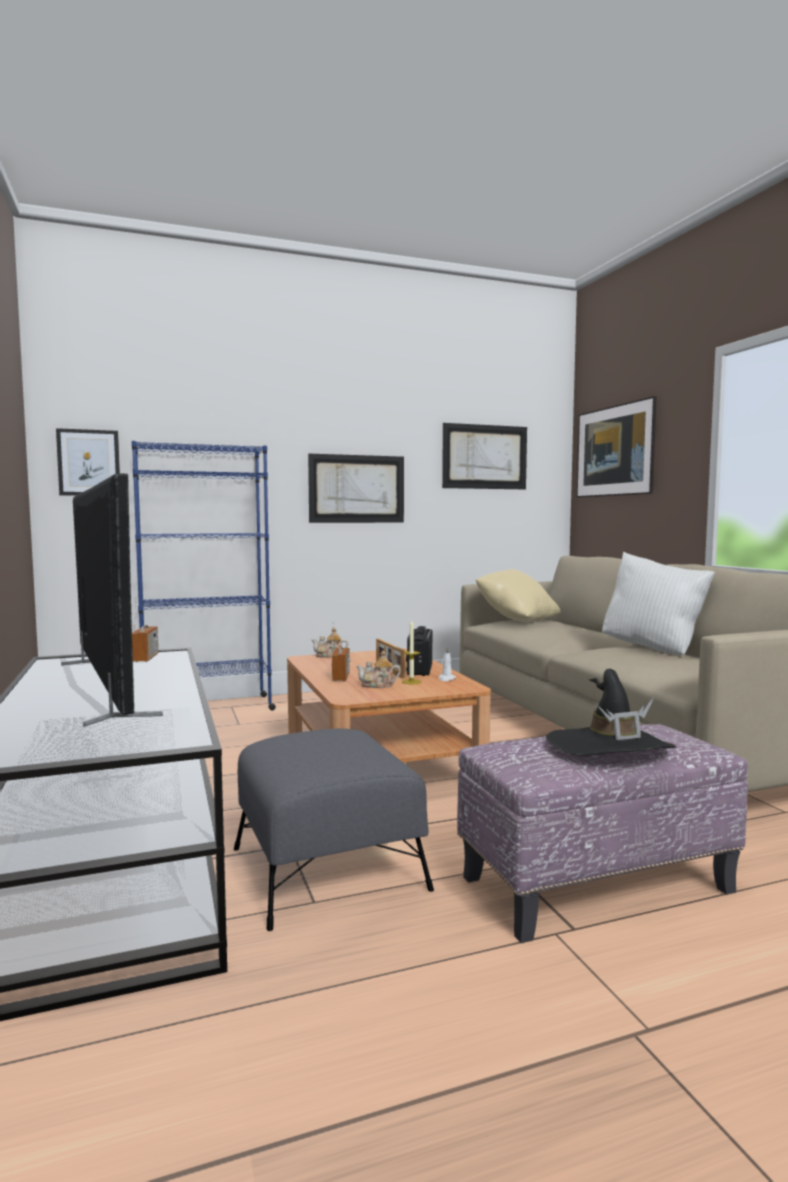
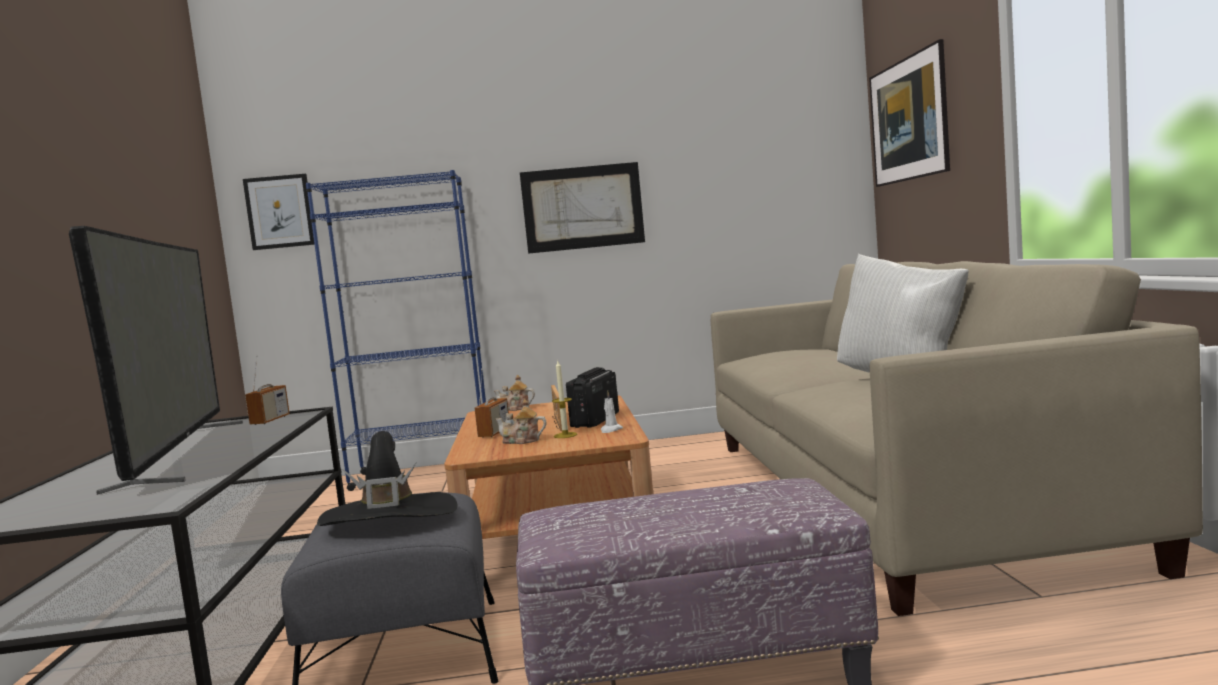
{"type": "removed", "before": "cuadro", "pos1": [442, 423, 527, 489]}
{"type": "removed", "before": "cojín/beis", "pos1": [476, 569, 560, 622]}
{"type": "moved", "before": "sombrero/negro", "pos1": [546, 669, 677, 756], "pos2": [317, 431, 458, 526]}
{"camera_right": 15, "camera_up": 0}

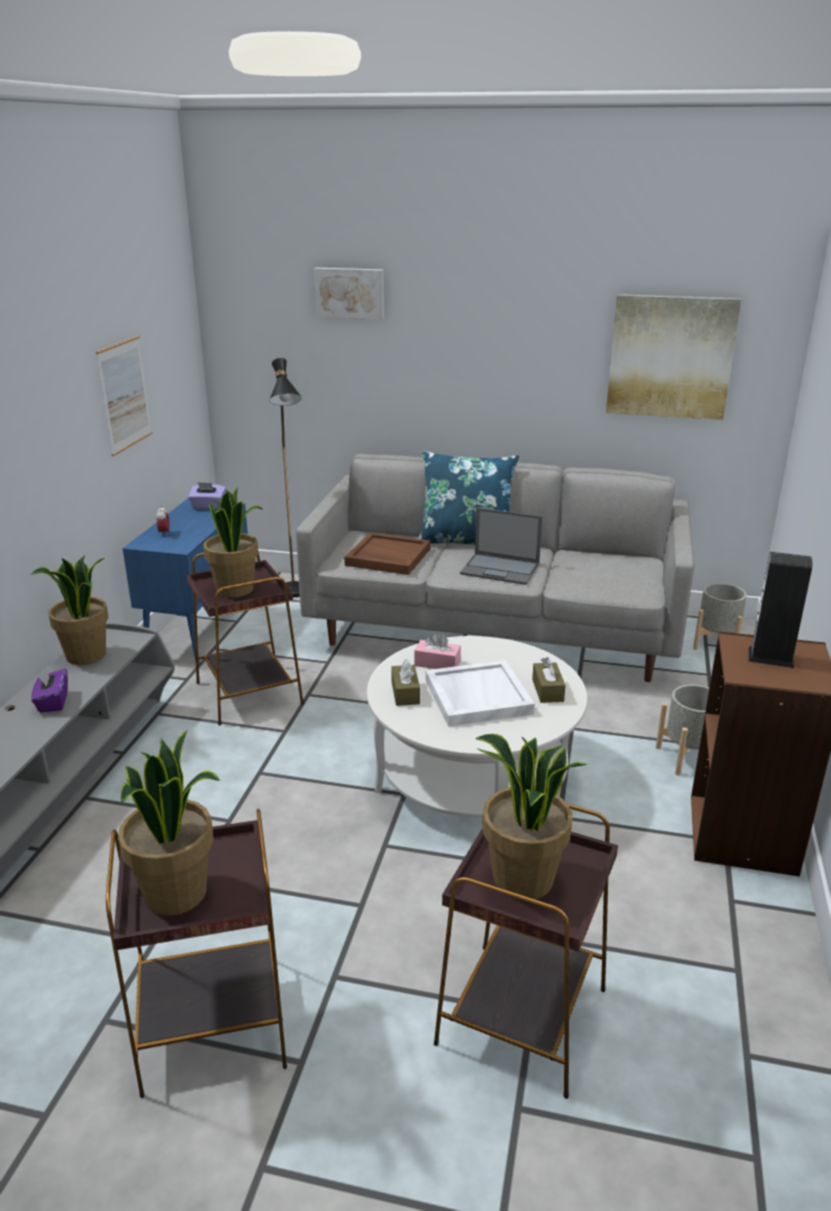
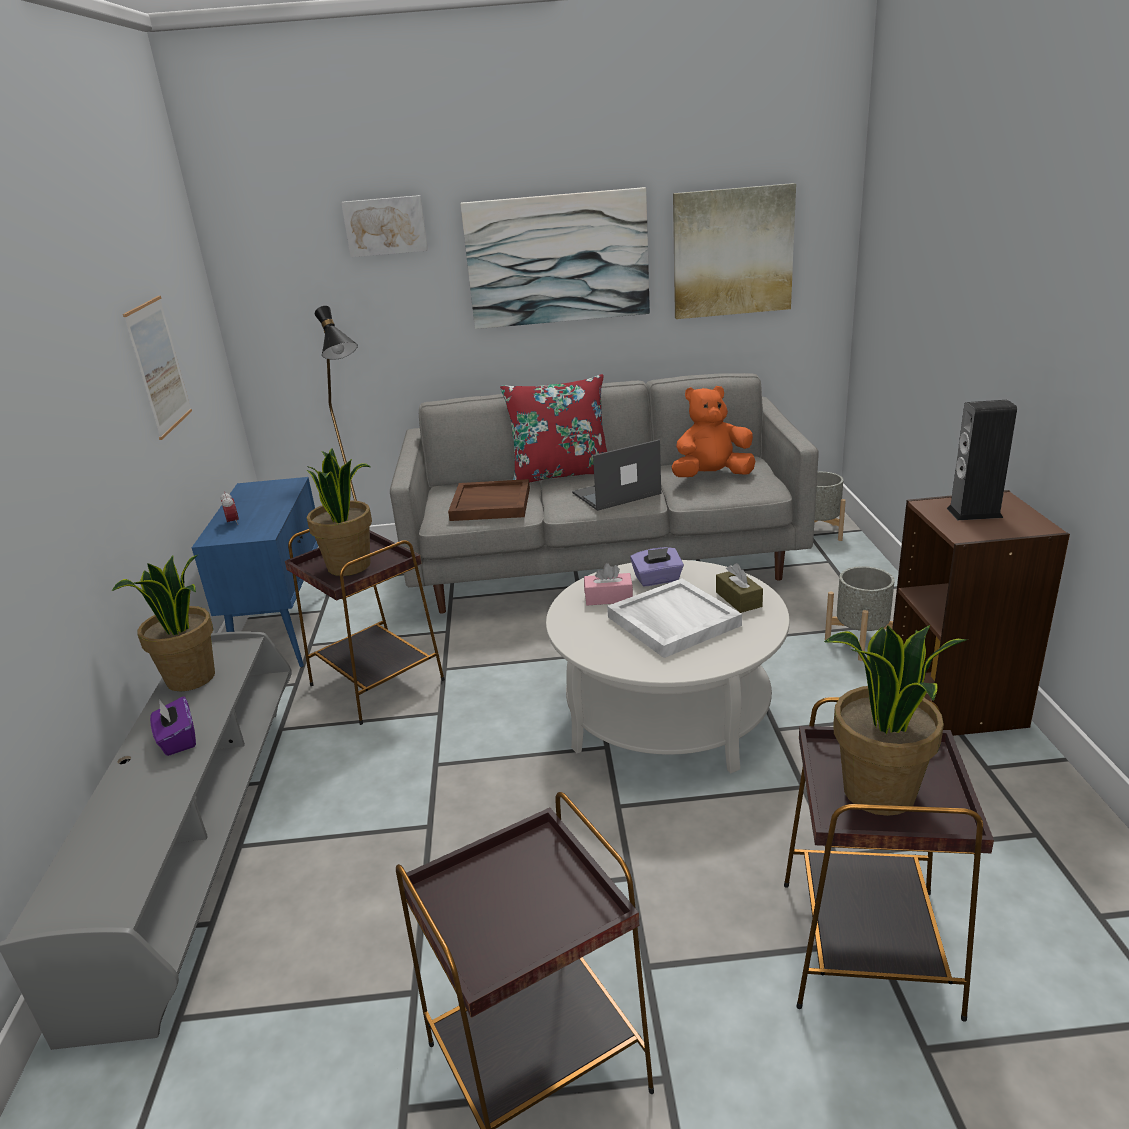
{"type": "recoloured", "before": "cojín/azul", "after": "cojín/rojo", "pos1": [418, 451, 519, 545], "pos2": [500, 374, 607, 483]}
{"type": "moved", "before": "caja de pañuelos/morado", "pos1": [188, 482, 226, 509], "pos2": [630, 547, 684, 587]}
{"type": "turned", "before": "portátil", "pos1": [460, 508, 542, 585], "pos2": [572, 440, 661, 511], "turn": 150}
{"type": "removed", "before": "caja de pañuelos/marrón", "pos1": [391, 659, 420, 706]}
{"type": "removed", "before": "planta en maceta", "pos1": [118, 731, 220, 916]}
{"type": "added", "after": "cuadro", "pos2": [460, 187, 650, 329]}
{"type": "added", "after": "peluche/naranja", "pos2": [671, 386, 755, 477]}
{"camera_right": -15, "camera_up": 0}

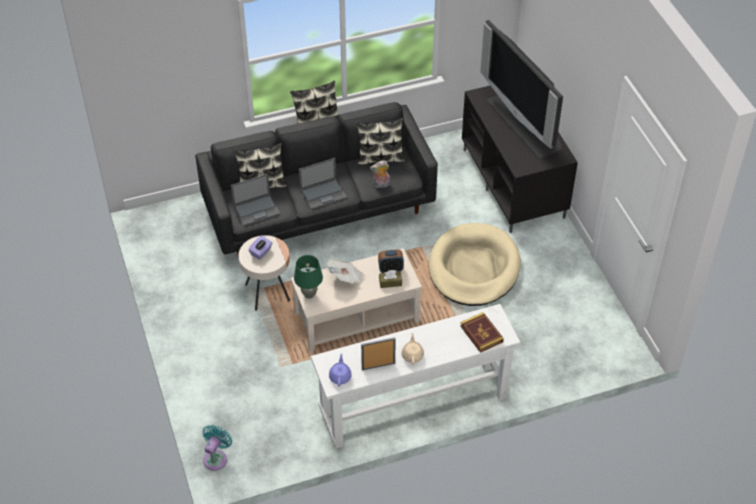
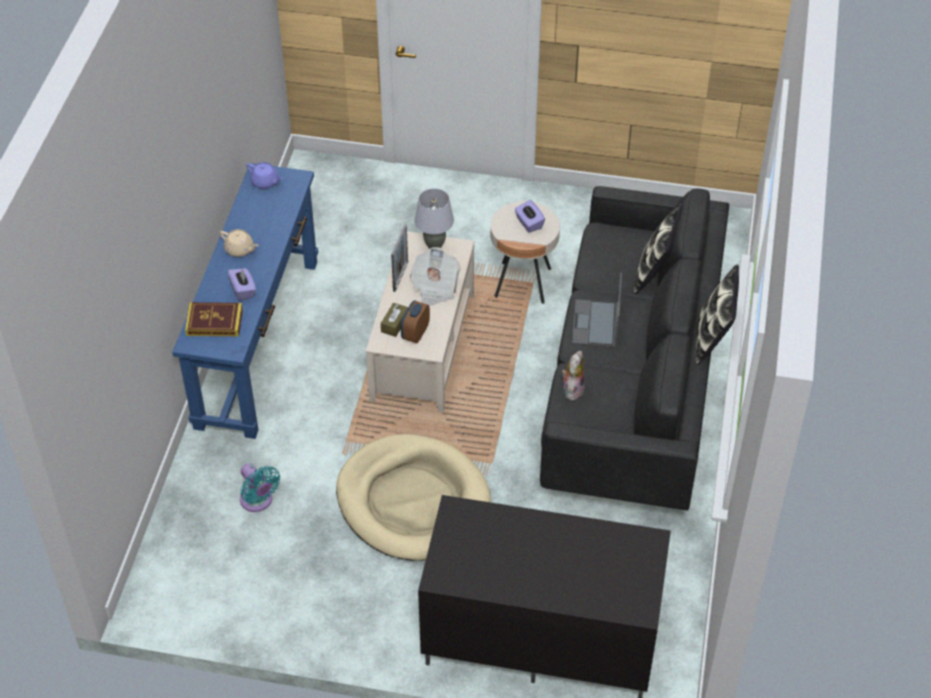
{"type": "removed", "before": "televisor", "pos1": [480, 20, 563, 159]}
{"type": "removed", "before": "cojín", "pos1": [356, 118, 405, 165]}
{"type": "removed", "before": "portátil", "pos1": [231, 174, 280, 226]}
{"type": "recoloured", "before": "lámpara de mesa/verde", "after": "lámpara de mesa/gris", "pos1": [294, 255, 323, 299], "pos2": [415, 188, 454, 249]}
{"type": "recoloured", "before": "mesa consola/blanco", "after": "mesa consola/azul", "pos1": [311, 304, 521, 449], "pos2": [172, 163, 318, 439]}
{"type": "moved", "before": "portarretratos", "pos1": [361, 337, 396, 370], "pos2": [391, 224, 408, 292]}
{"type": "moved", "before": "ventilador/turquesa", "pos1": [202, 425, 232, 471], "pos2": [240, 463, 280, 512]}
{"type": "added", "after": "caja de pañuelos/morado", "pos2": [227, 267, 256, 301]}
{"camera_right": 120, "camera_up": 0}

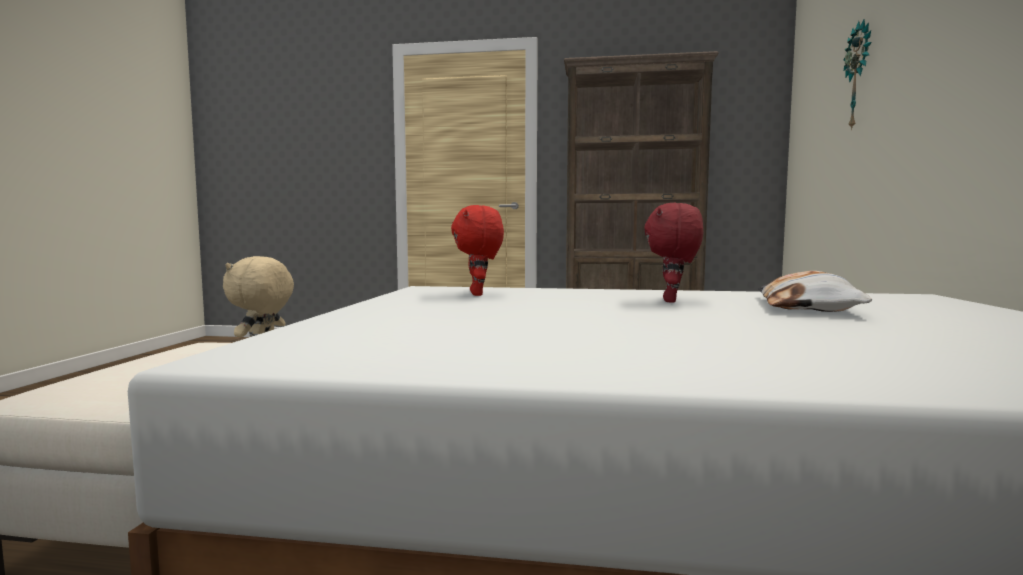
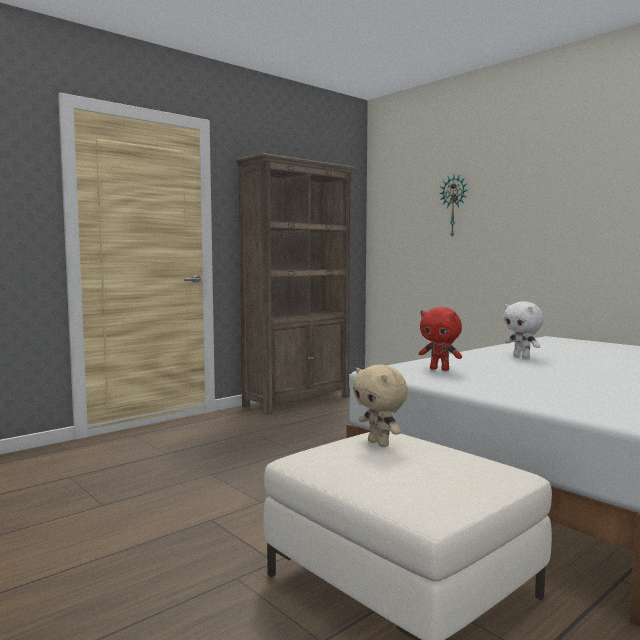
{"type": "recoloured", "before": "peluche/rojo", "after": "peluche/blanco", "pos1": [644, 203, 703, 303], "pos2": [503, 301, 544, 358]}
{"type": "removed", "before": "cojín", "pos1": [758, 271, 872, 312]}
{"camera_right": -50, "camera_up": 0}

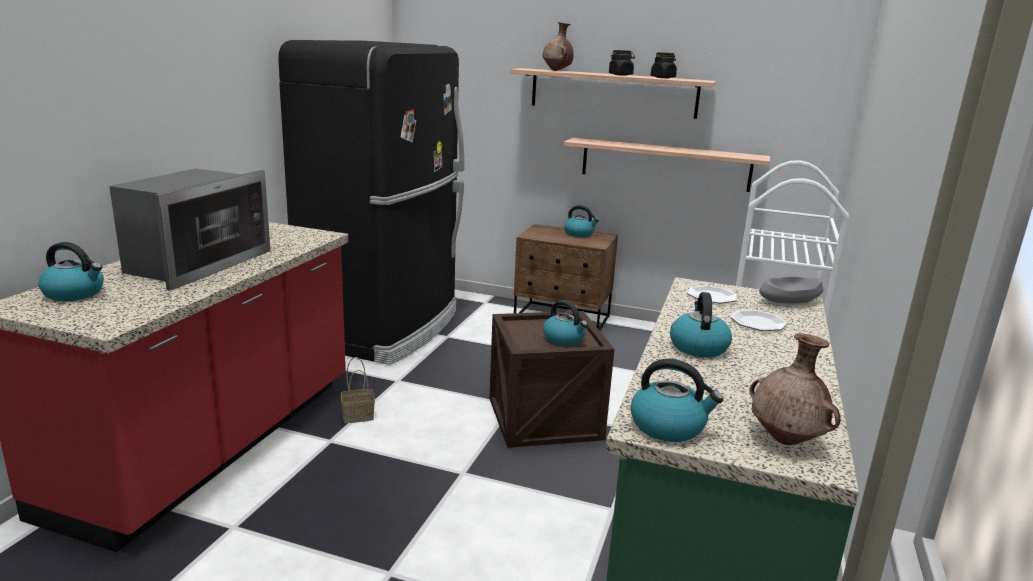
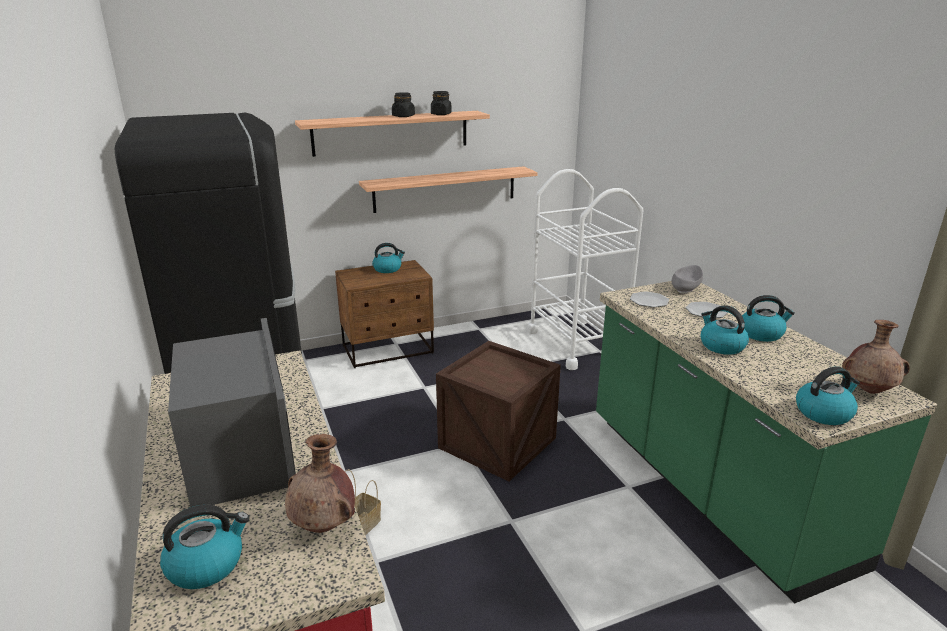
{"type": "moved", "before": "florero/marrón", "pos1": [543, 22, 574, 71], "pos2": [285, 434, 355, 533]}
{"type": "moved", "before": "hervidor", "pos1": [543, 300, 588, 346], "pos2": [742, 295, 795, 342]}
{"camera_right": -40, "camera_up": 5}

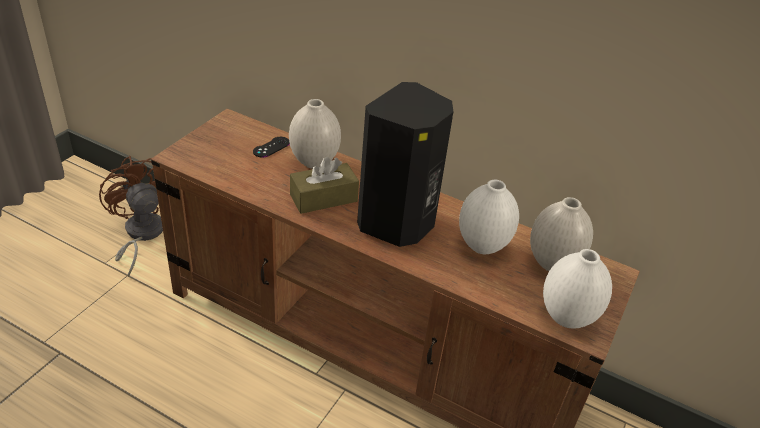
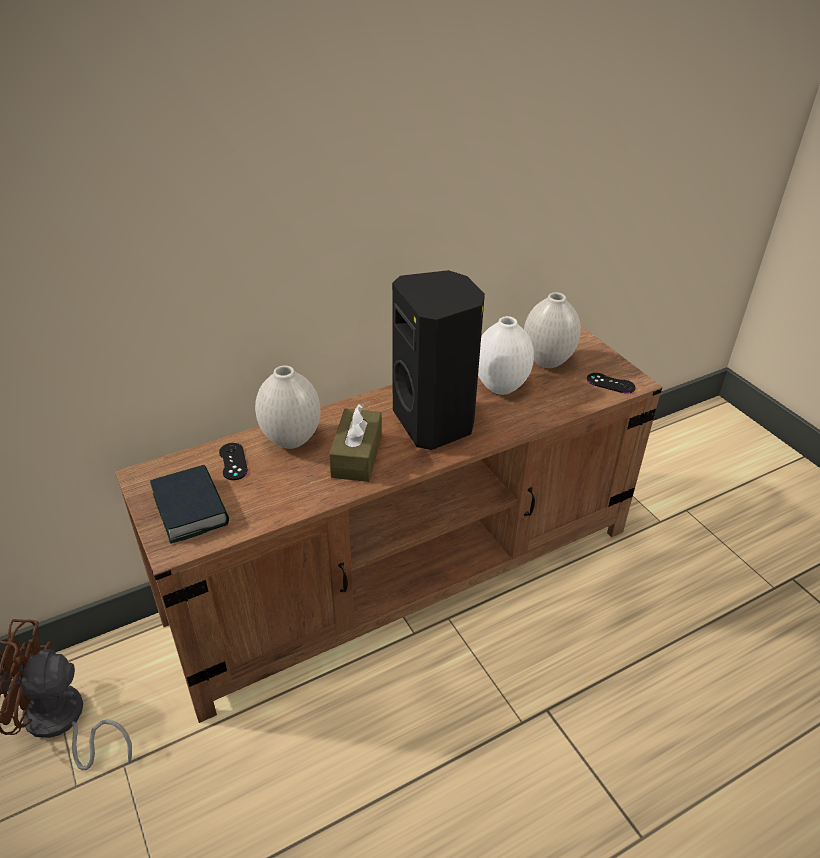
{"type": "replaced", "before": "florero/blanco", "after": "mando de consola/negro", "pos1": [543, 249, 612, 328], "pos2": [587, 373, 636, 394]}
{"type": "added", "after": "libro", "pos2": [150, 465, 229, 544]}
{"camera_right": -55, "camera_up": 0}

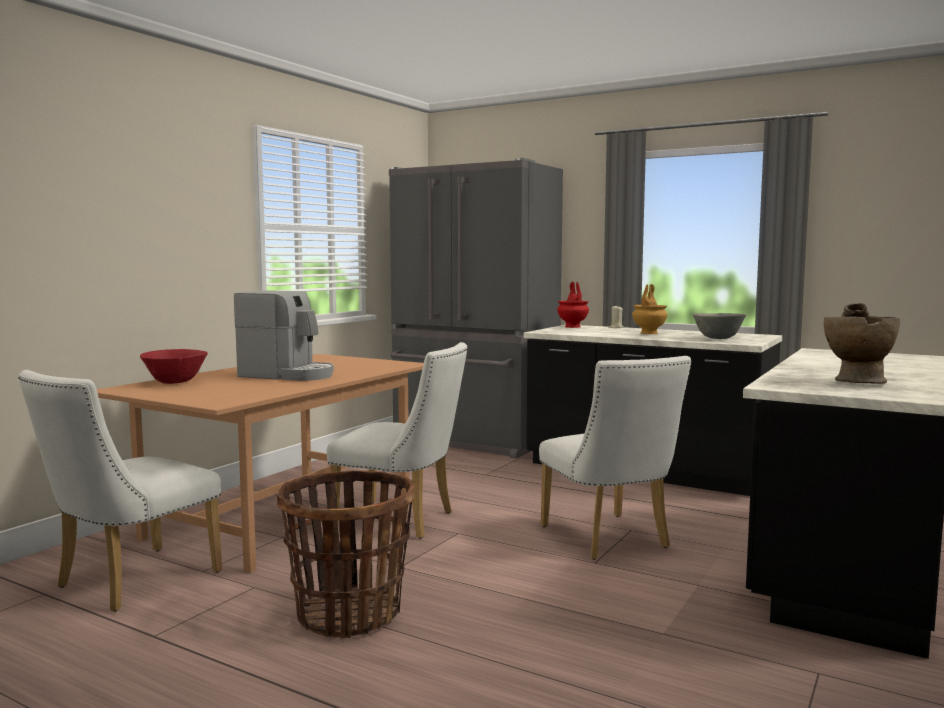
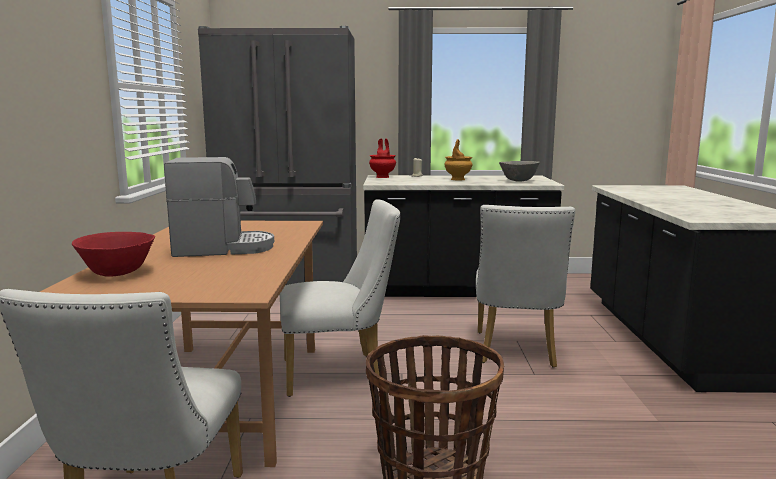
{"type": "removed", "before": "florero/beis", "pos1": [824, 303, 900, 384]}
{"type": "turned", "before": "silla/blanco", "pos1": [539, 356, 691, 560], "pos2": [476, 205, 575, 368], "turn": 60}
{"camera_right": -30, "camera_up": 5}

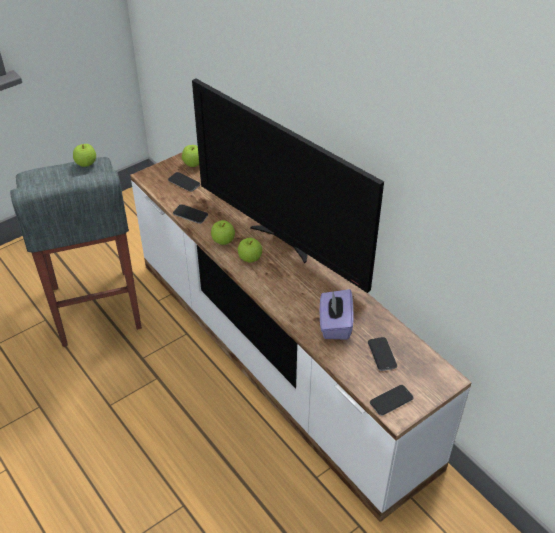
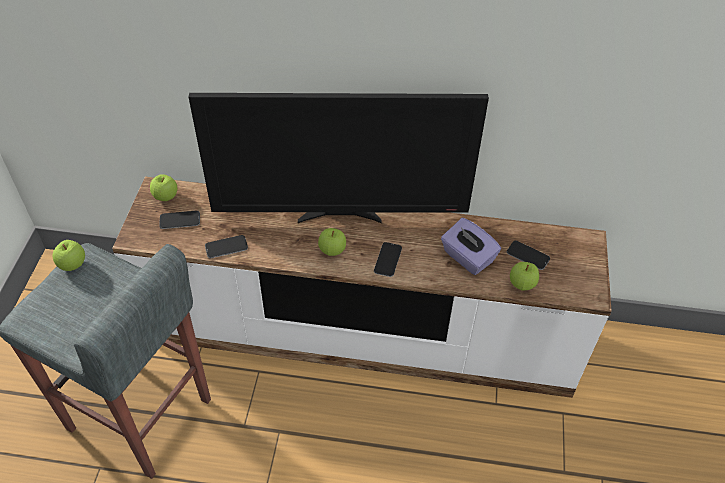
{"type": "moved", "before": "manzana", "pos1": [211, 220, 235, 245], "pos2": [510, 262, 539, 290]}
{"type": "moved", "before": "móvil", "pos1": [370, 385, 414, 416], "pos2": [374, 242, 402, 277]}
{"camera_right": -45, "camera_up": 5}

